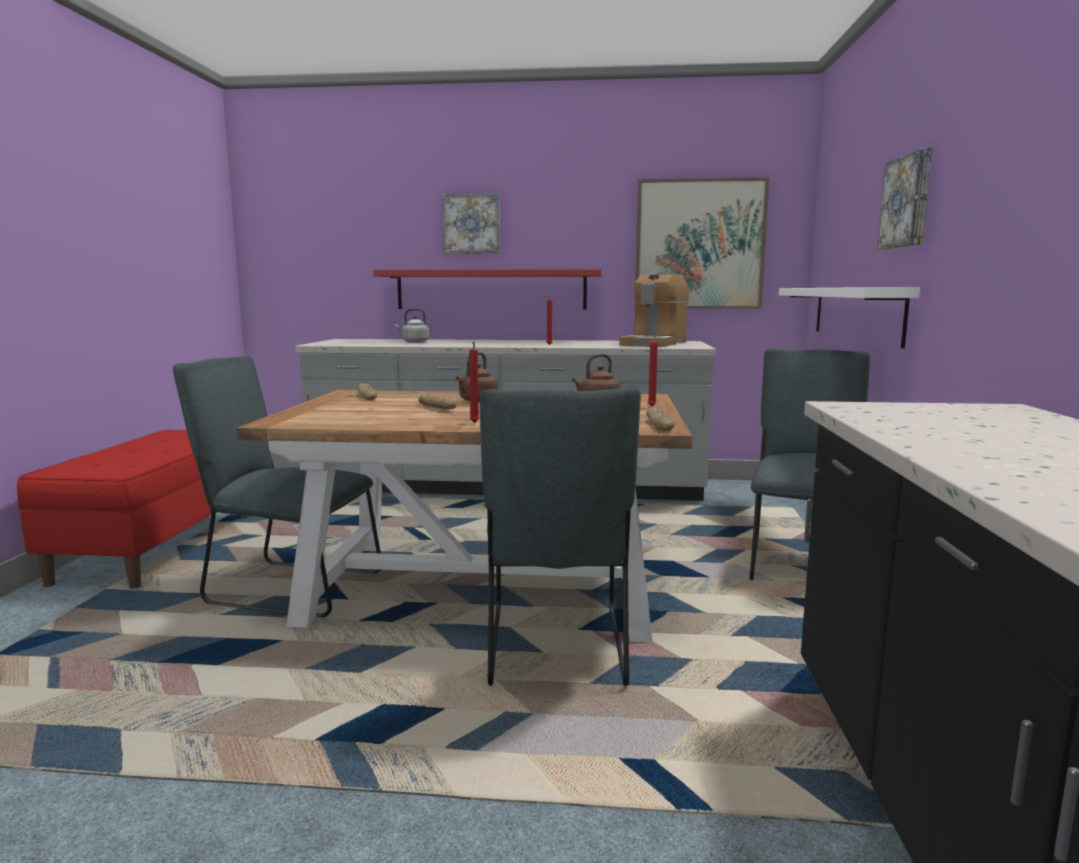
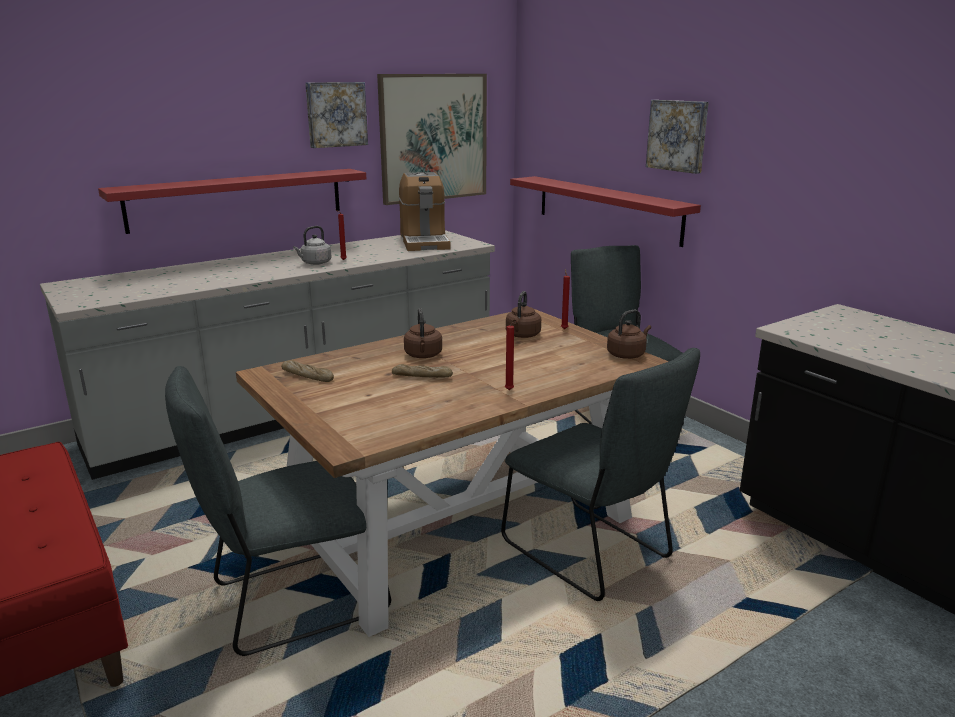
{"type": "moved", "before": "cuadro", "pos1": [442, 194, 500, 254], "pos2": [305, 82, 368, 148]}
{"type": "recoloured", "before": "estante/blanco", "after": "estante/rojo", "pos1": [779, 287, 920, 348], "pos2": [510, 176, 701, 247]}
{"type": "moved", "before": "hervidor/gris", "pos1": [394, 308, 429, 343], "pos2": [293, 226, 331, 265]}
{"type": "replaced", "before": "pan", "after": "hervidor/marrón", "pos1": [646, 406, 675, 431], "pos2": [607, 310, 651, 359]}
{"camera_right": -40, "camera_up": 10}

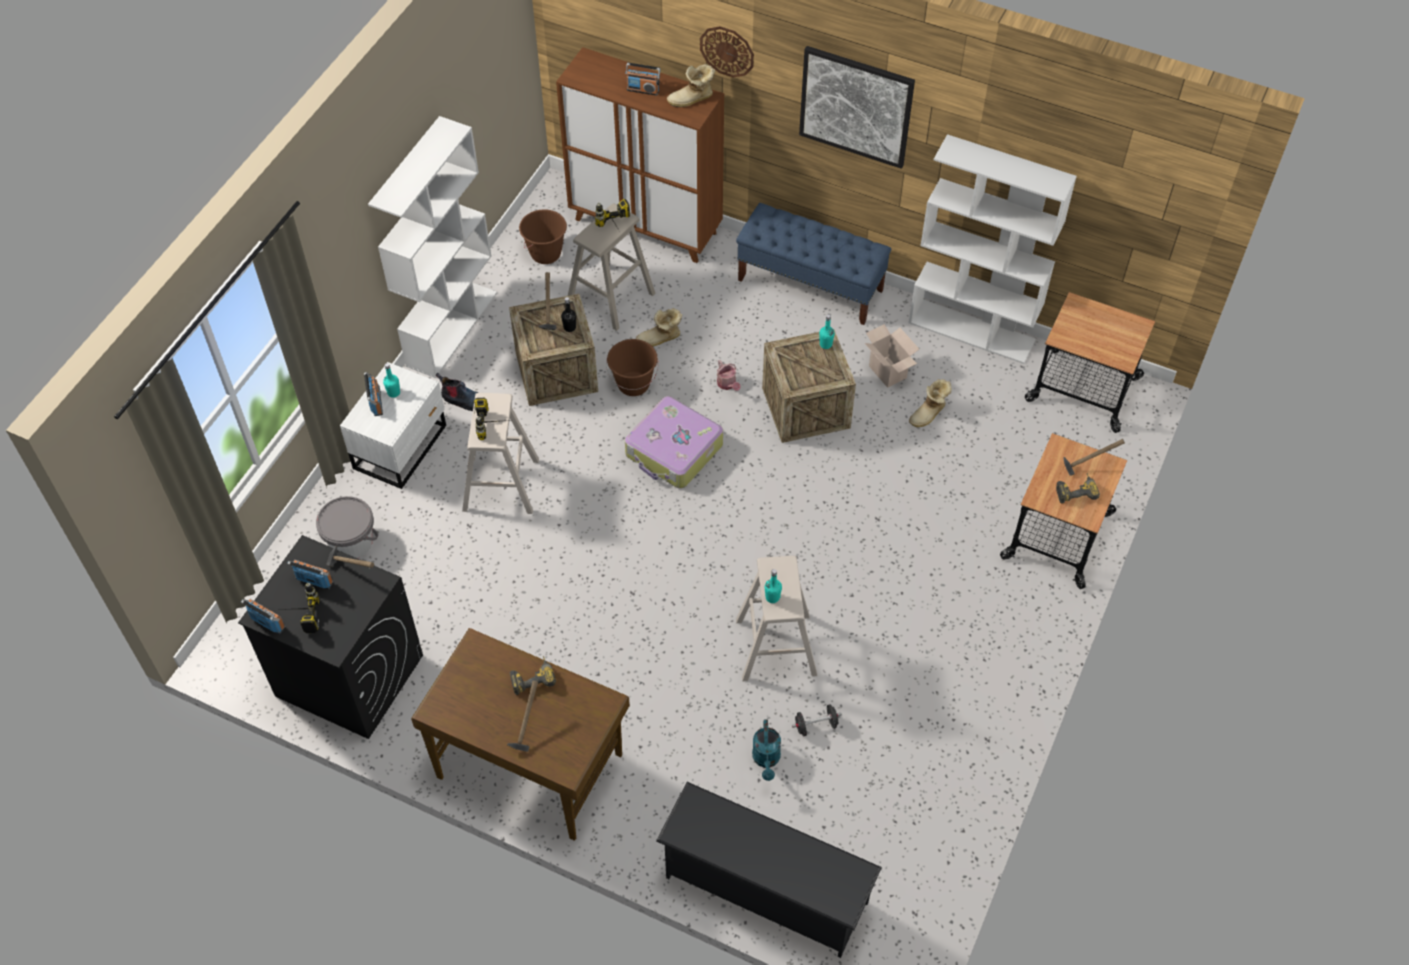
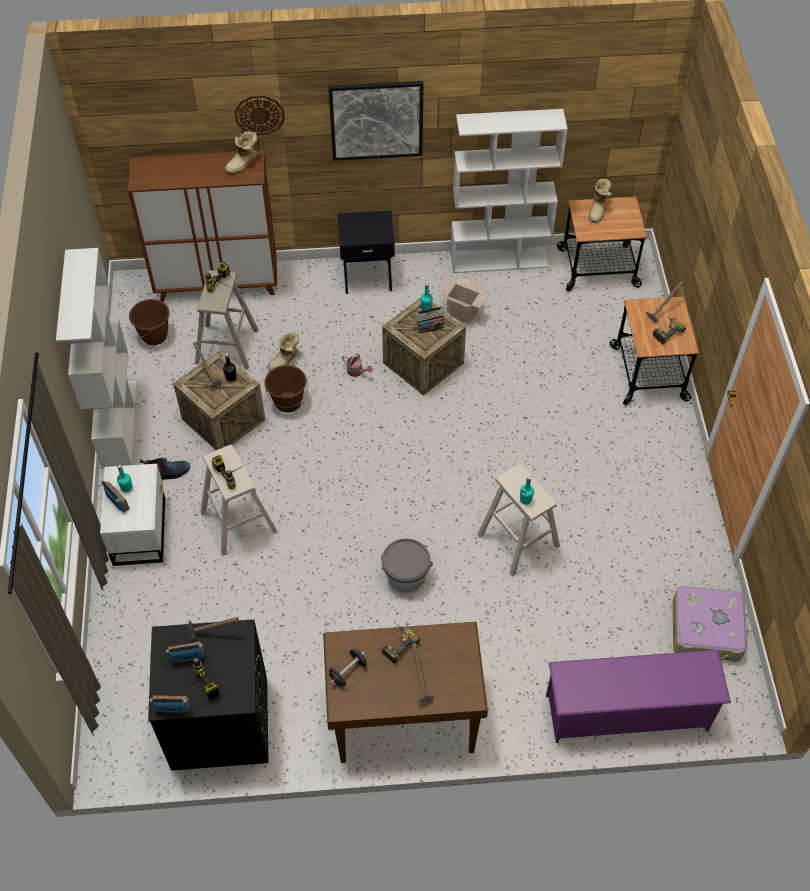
{"type": "moved", "before": "radio", "pos1": [626, 63, 660, 96], "pos2": [416, 307, 444, 333]}
{"type": "replaced", "before": "banco/azul", "after": "mesita de noche/negro", "pos1": [736, 203, 891, 325], "pos2": [338, 211, 395, 294]}
{"type": "moved", "before": "bota", "pos1": [909, 379, 952, 428], "pos2": [589, 179, 612, 223]}
{"type": "moved", "before": "maleta", "pos1": [625, 396, 723, 489], "pos2": [673, 586, 747, 662]}
{"type": "moved", "before": "cubo/gris", "pos1": [316, 496, 378, 559], "pos2": [381, 539, 433, 593]}
{"type": "moved", "before": "mancuerna/negro", "pos1": [792, 705, 842, 736], "pos2": [329, 649, 367, 687]}
{"type": "removed", "before": "regadera/turquesa", "pos1": [752, 719, 781, 781]}
{"type": "recoloured", "before": "zapatero/negro", "after": "zapatero/morado", "pos1": [656, 782, 882, 958], "pos2": [546, 650, 731, 743]}
{"camera_right": -30, "camera_up": 0}

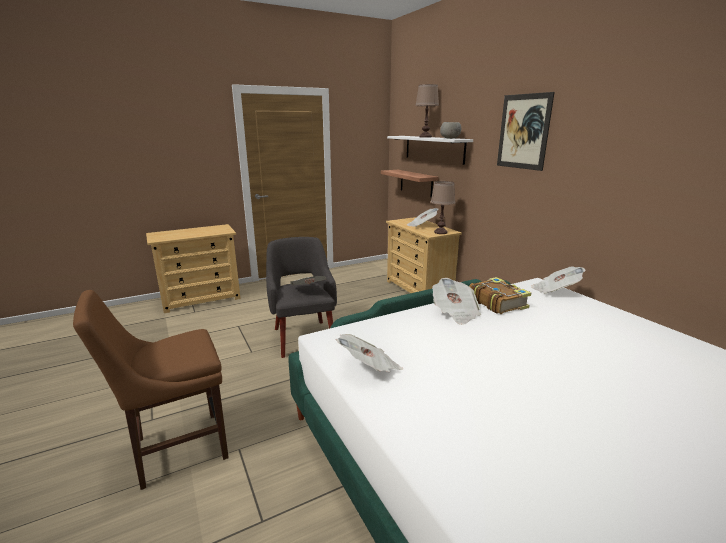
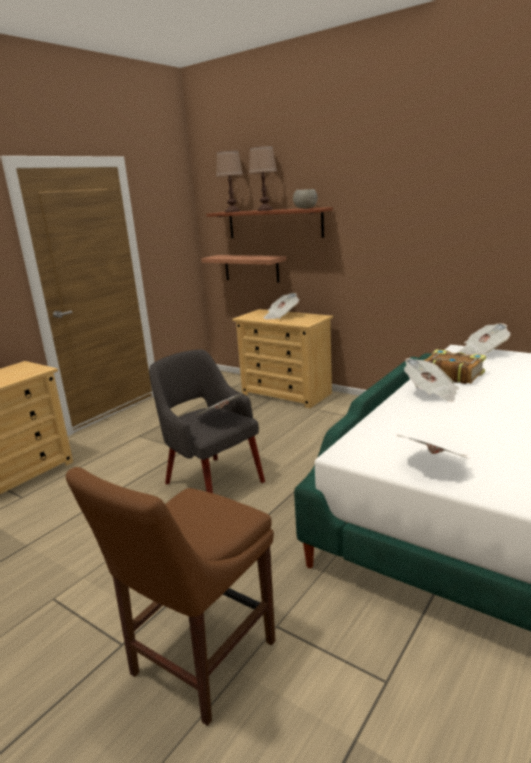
{"type": "removed", "before": "cuadro", "pos1": [497, 92, 555, 171]}
{"type": "recoloured", "before": "estante/blanco", "after": "estante/marrón", "pos1": [387, 136, 473, 165], "pos2": [206, 207, 333, 238]}
{"type": "moved", "before": "lámpara de mesa/marrón", "pos1": [431, 181, 456, 234], "pos2": [216, 151, 243, 212]}
{"camera_right": -25, "camera_up": 0}

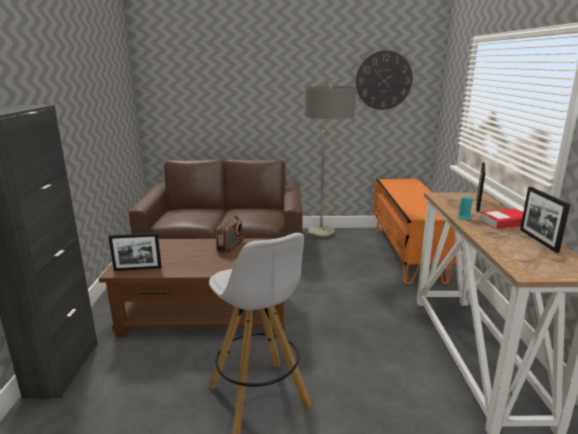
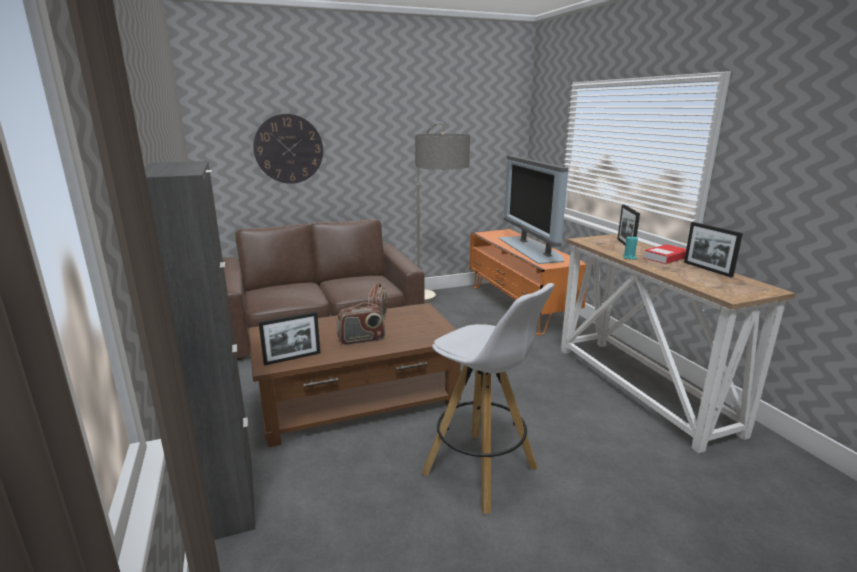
{"type": "moved", "before": "reloj de pared", "pos1": [356, 50, 413, 110], "pos2": [253, 114, 323, 184]}
{"type": "added", "after": "televisor", "pos2": [499, 155, 568, 264]}
{"type": "added", "after": "radio", "pos2": [337, 302, 385, 345]}
{"camera_right": -20, "camera_up": 0}

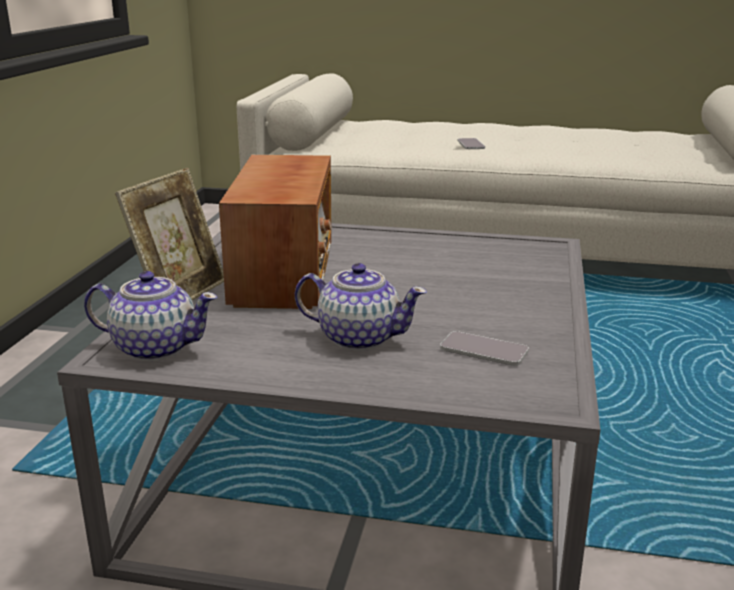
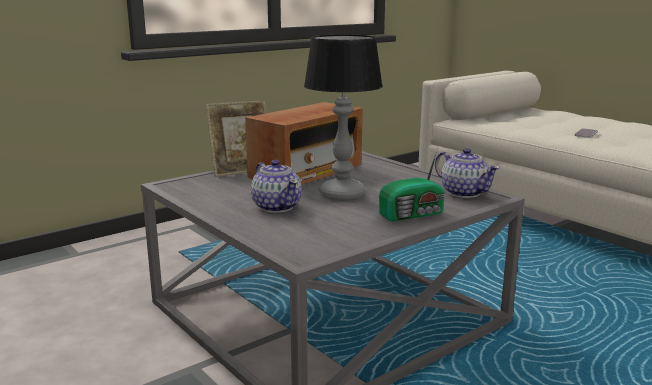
{"type": "moved", "before": "tetera", "pos1": [84, 271, 218, 361], "pos2": [435, 148, 500, 198]}
{"type": "removed", "before": "móvil", "pos1": [440, 331, 529, 366]}
{"type": "added", "after": "lámpara de mesa", "pos2": [304, 35, 383, 201]}
{"type": "added", "after": "radio", "pos2": [379, 147, 445, 222]}
{"camera_right": 40, "camera_up": -5}

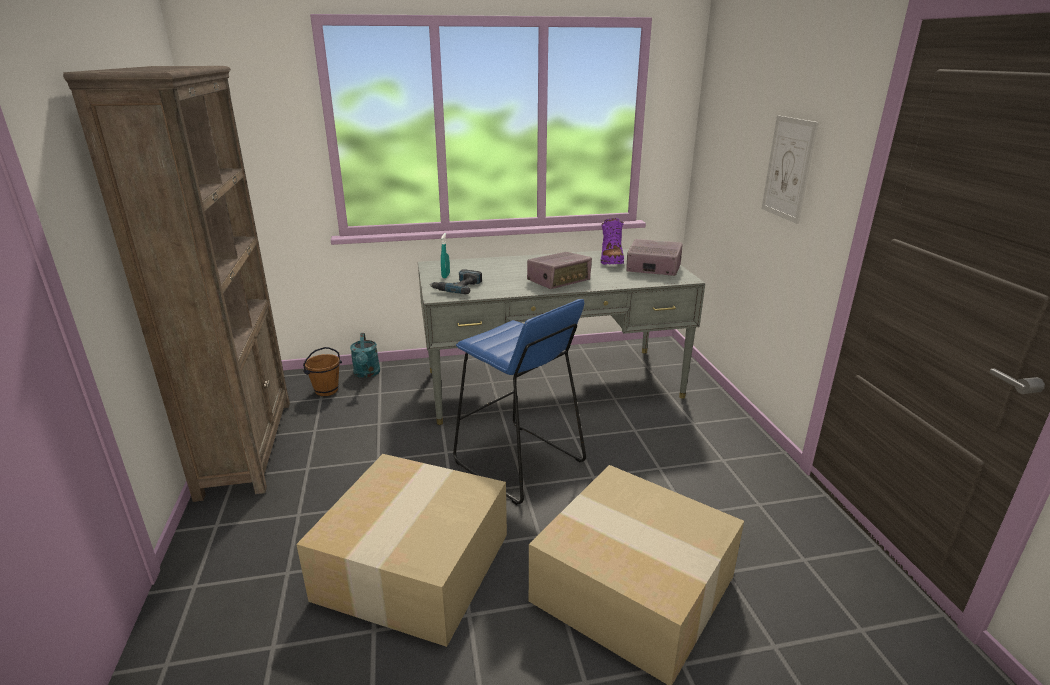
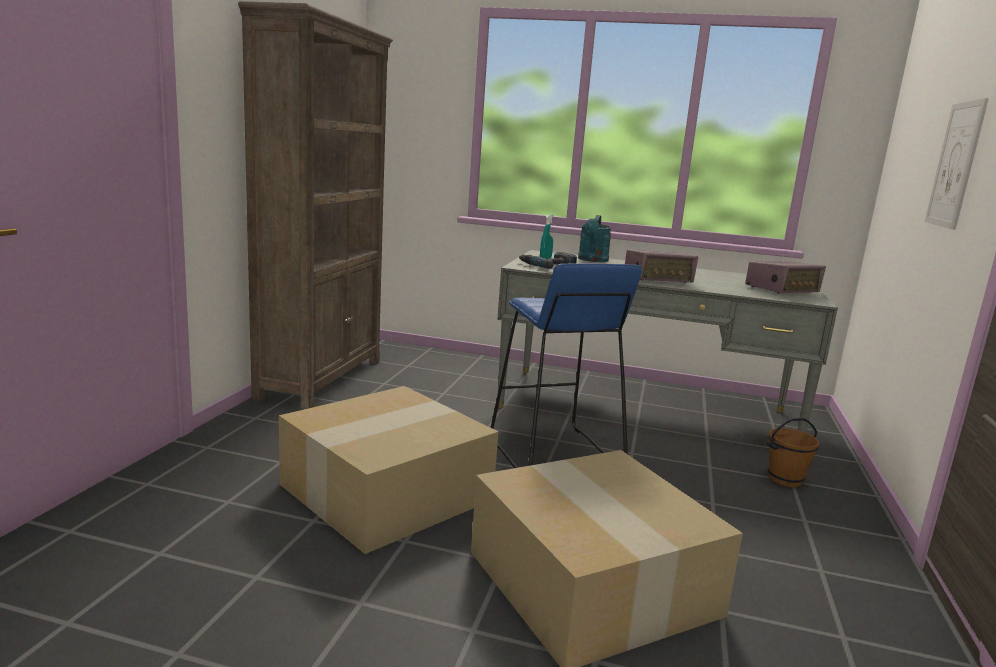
{"type": "removed", "before": "bota/morado", "pos1": [601, 218, 624, 265]}
{"type": "turned", "before": "radio", "pos1": [626, 239, 683, 276], "pos2": [745, 261, 826, 294], "turn": 105}
{"type": "moved", "before": "regadera/turquesa", "pos1": [350, 333, 380, 378], "pos2": [578, 215, 612, 262]}
{"type": "moved", "before": "cubo/marrón", "pos1": [303, 347, 342, 396], "pos2": [767, 418, 820, 487]}
{"camera_right": 25, "camera_up": -10}

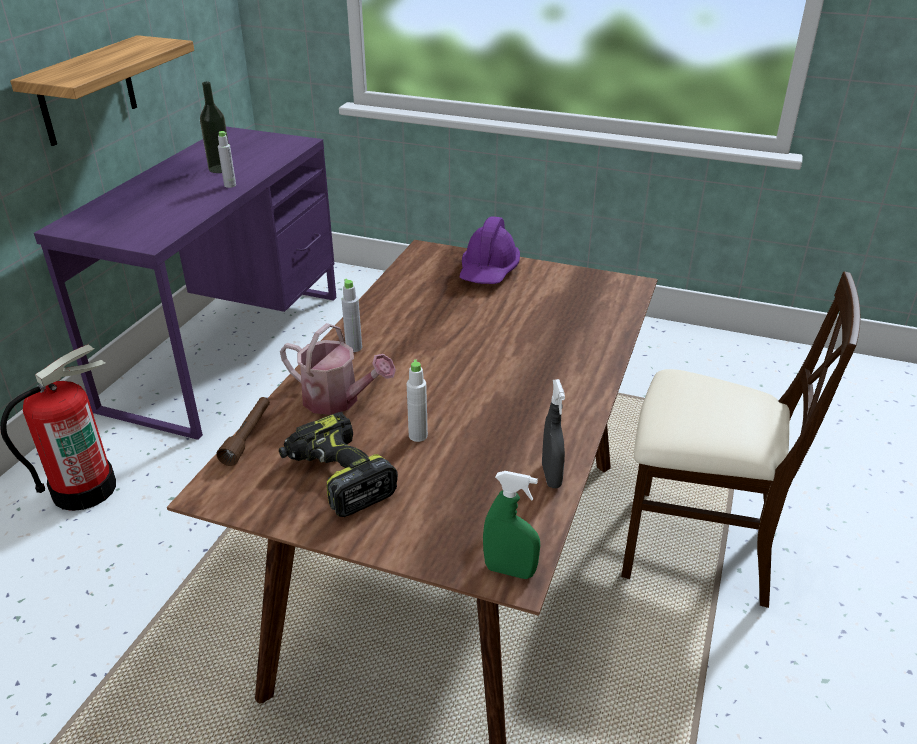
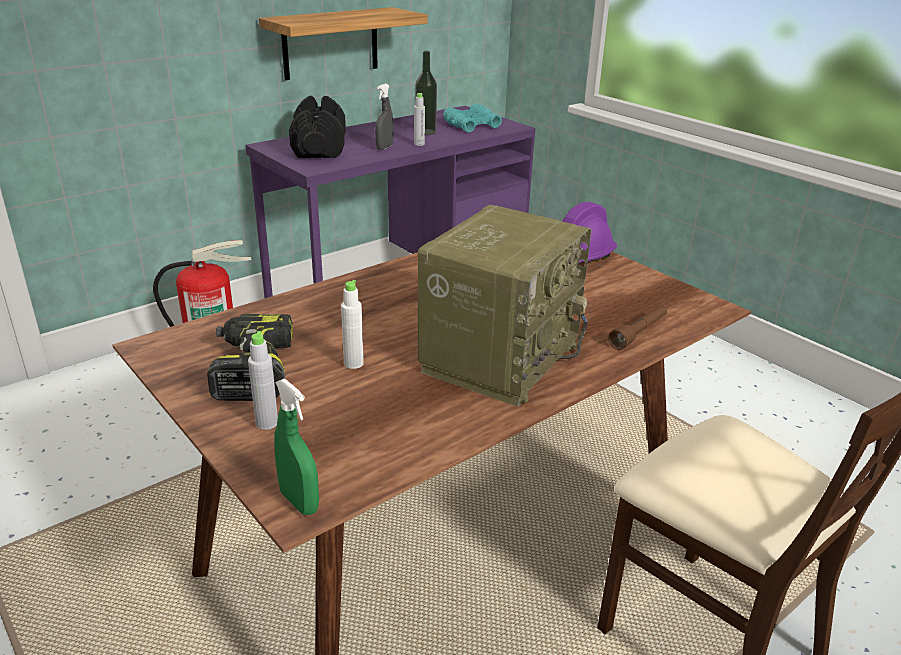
{"type": "moved", "before": "botella/gris", "pos1": [342, 279, 362, 352], "pos2": [248, 331, 278, 430]}
{"type": "removed", "before": "regadera", "pos1": [280, 323, 396, 415]}
{"type": "moved", "before": "pulverizador/gris", "pos1": [542, 379, 565, 488], "pos2": [375, 83, 393, 150]}
{"type": "moved", "before": "linterna/marrón", "pos1": [216, 397, 270, 466], "pos2": [608, 305, 667, 350]}
{"type": "added", "after": "mancuerna/negro", "pos2": [289, 96, 346, 158]}
{"type": "added", "after": "prismáticos/turquesa", "pos2": [443, 104, 502, 132]}
{"type": "added", "after": "radio", "pos2": [418, 205, 591, 407]}
{"camera_right": 30, "camera_up": -5}

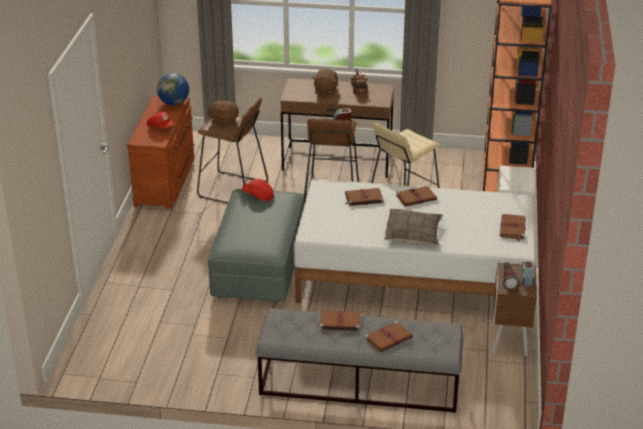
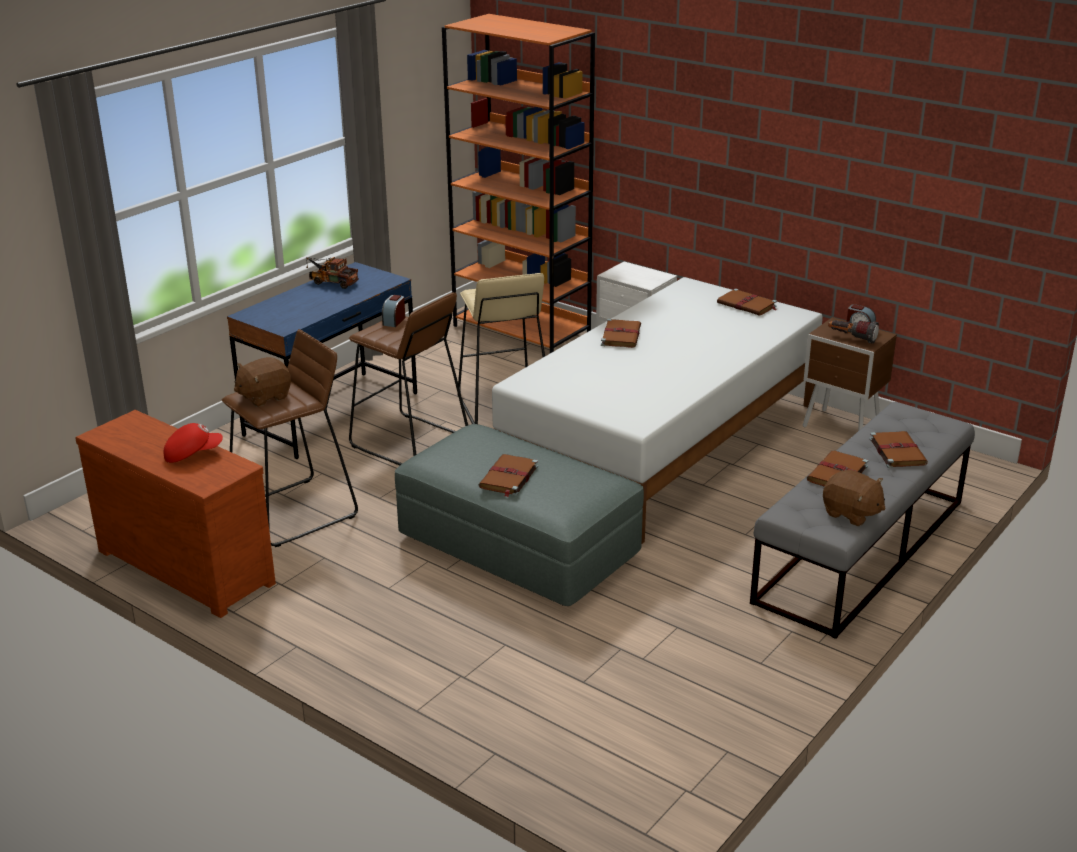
{"type": "moved", "before": "peluche/marrón", "pos1": [313, 69, 338, 95], "pos2": [823, 470, 886, 526]}
{"type": "removed", "before": "globo terráqueo", "pos1": [157, 73, 189, 105]}
{"type": "recoloured", "before": "escritorio/marrón", "after": "escritorio/azul", "pos1": [280, 78, 394, 178], "pos2": [227, 262, 417, 459]}
{"type": "removed", "before": "gorra/rojo", "pos1": [242, 179, 274, 201]}
{"type": "moved", "before": "libro/marrón", "pos1": [345, 188, 384, 206], "pos2": [479, 454, 538, 497]}
{"type": "removed", "before": "cojín", "pos1": [384, 209, 443, 245]}
{"camera_right": -60, "camera_up": -5}

